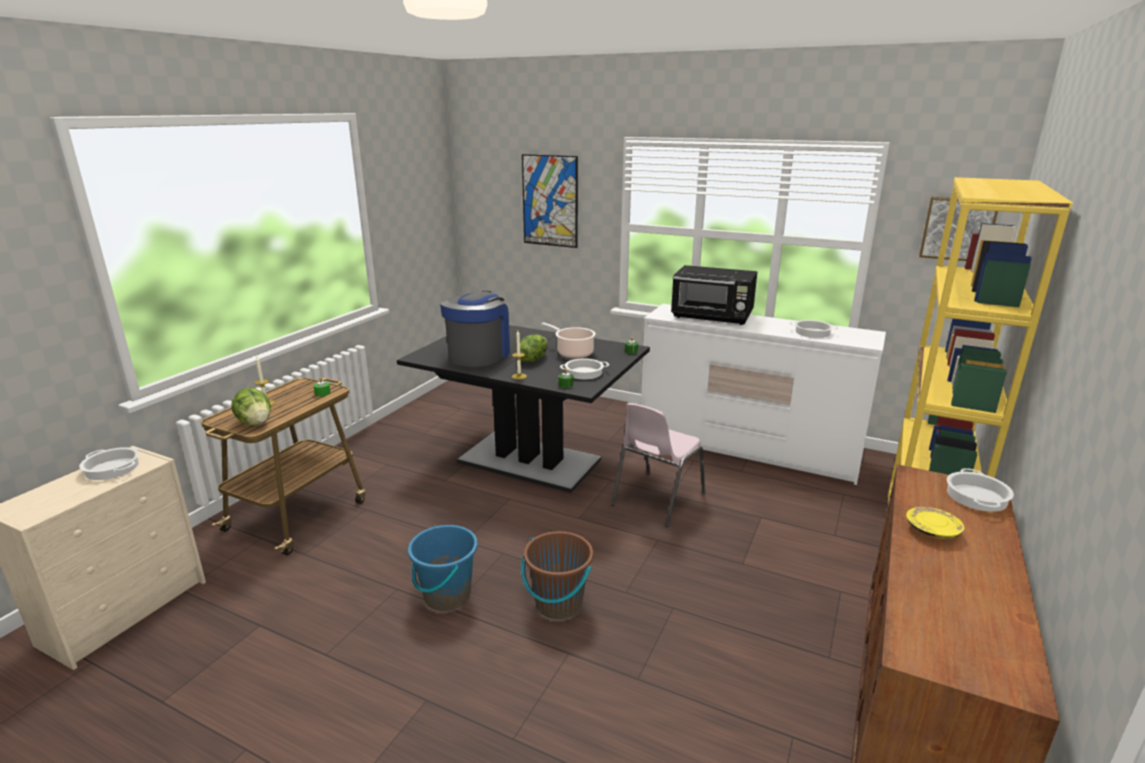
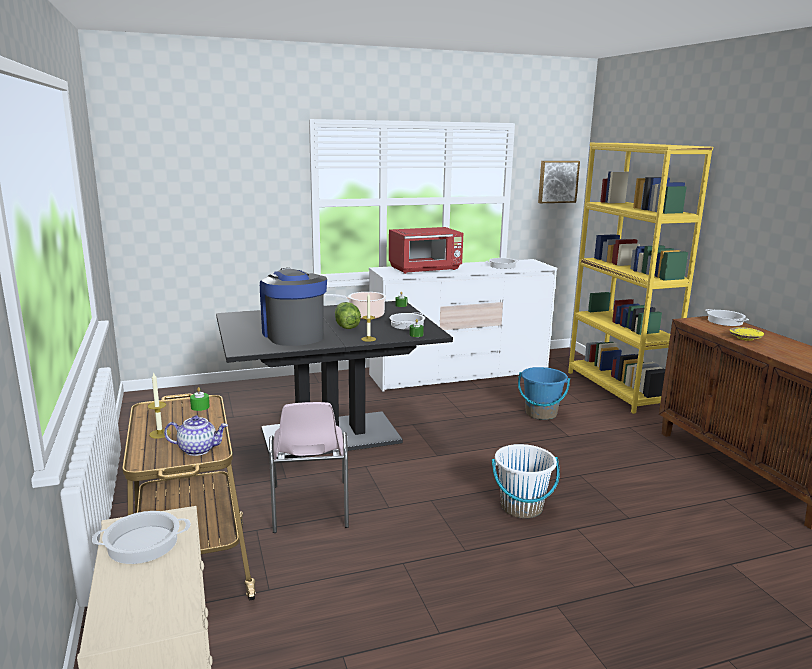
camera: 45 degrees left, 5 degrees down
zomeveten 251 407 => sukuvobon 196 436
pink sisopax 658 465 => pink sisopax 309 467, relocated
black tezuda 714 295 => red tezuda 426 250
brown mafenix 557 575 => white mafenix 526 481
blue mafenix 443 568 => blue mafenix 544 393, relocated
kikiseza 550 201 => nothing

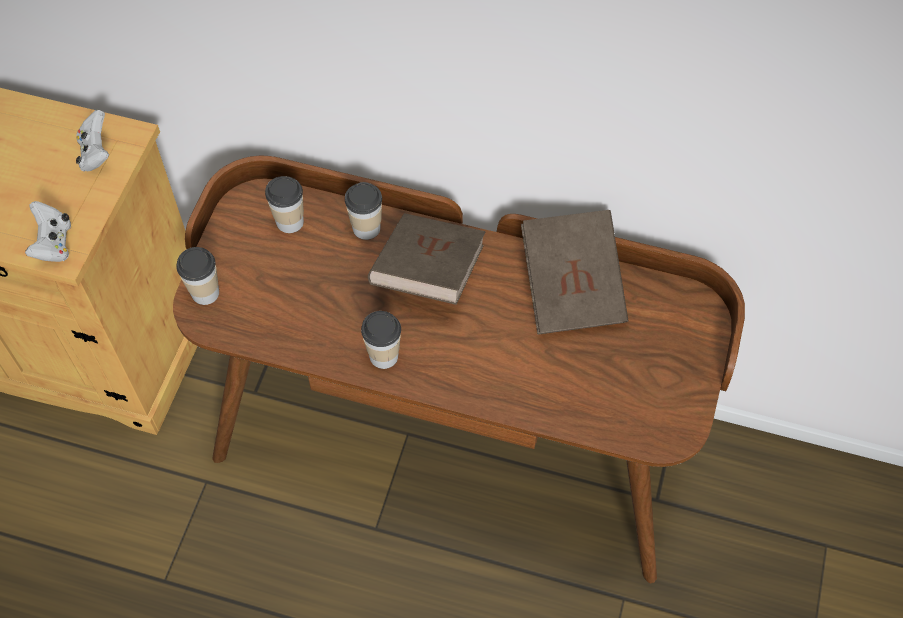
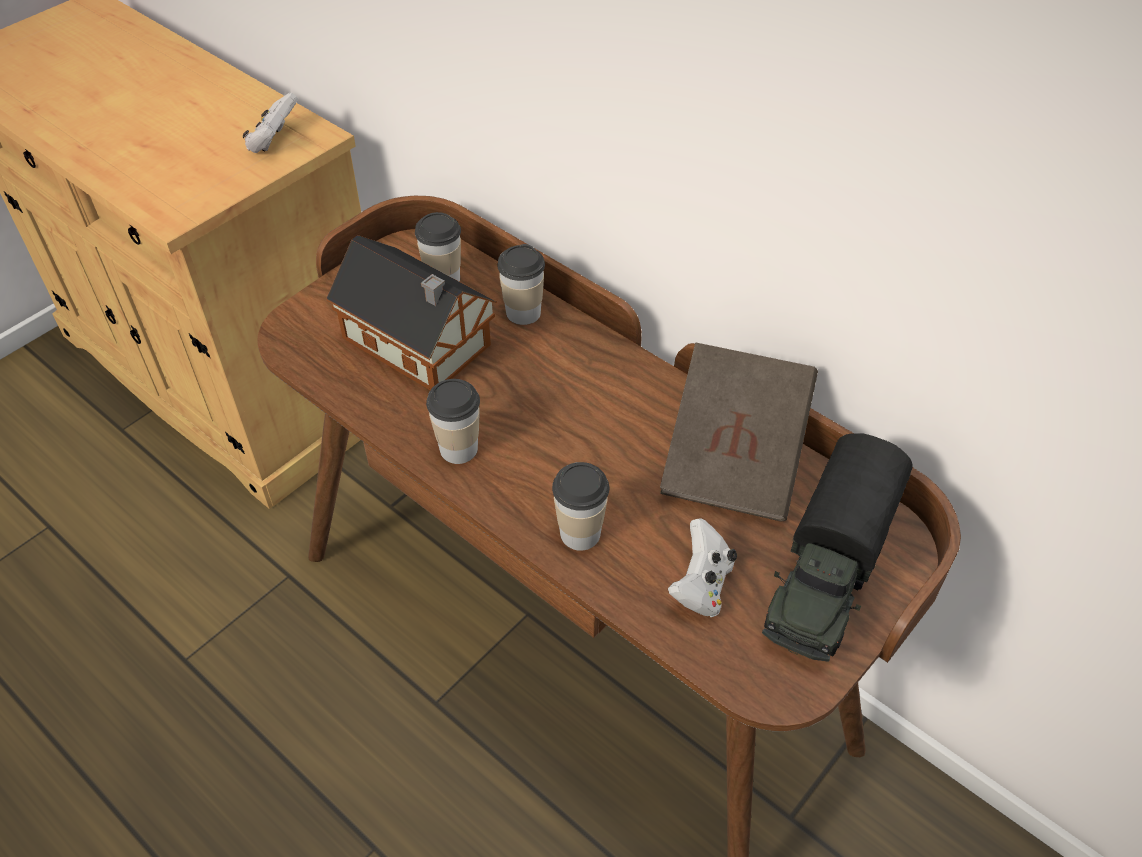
camera: 25 degrees right, 10 degrees down
nothing => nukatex 411 312
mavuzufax 197 276 => mavuzufax 580 506, relocated
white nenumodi 48 231 => white nenumodi 702 568, relocated
nothing => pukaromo 837 547
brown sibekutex 426 259 => nothing

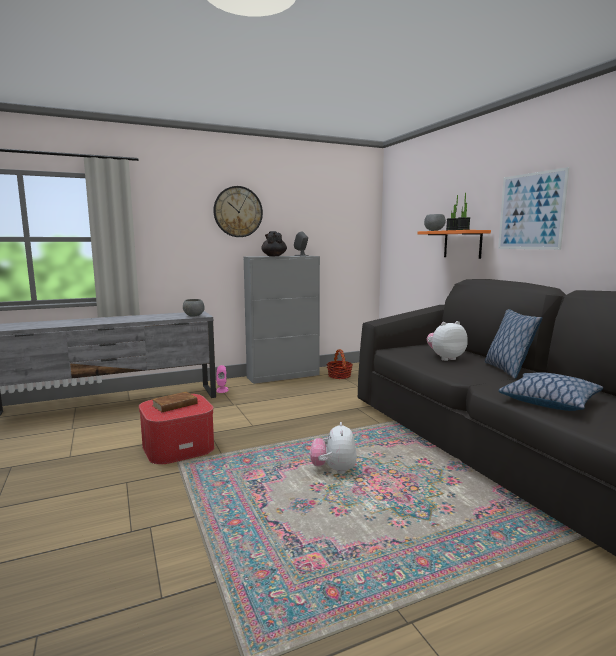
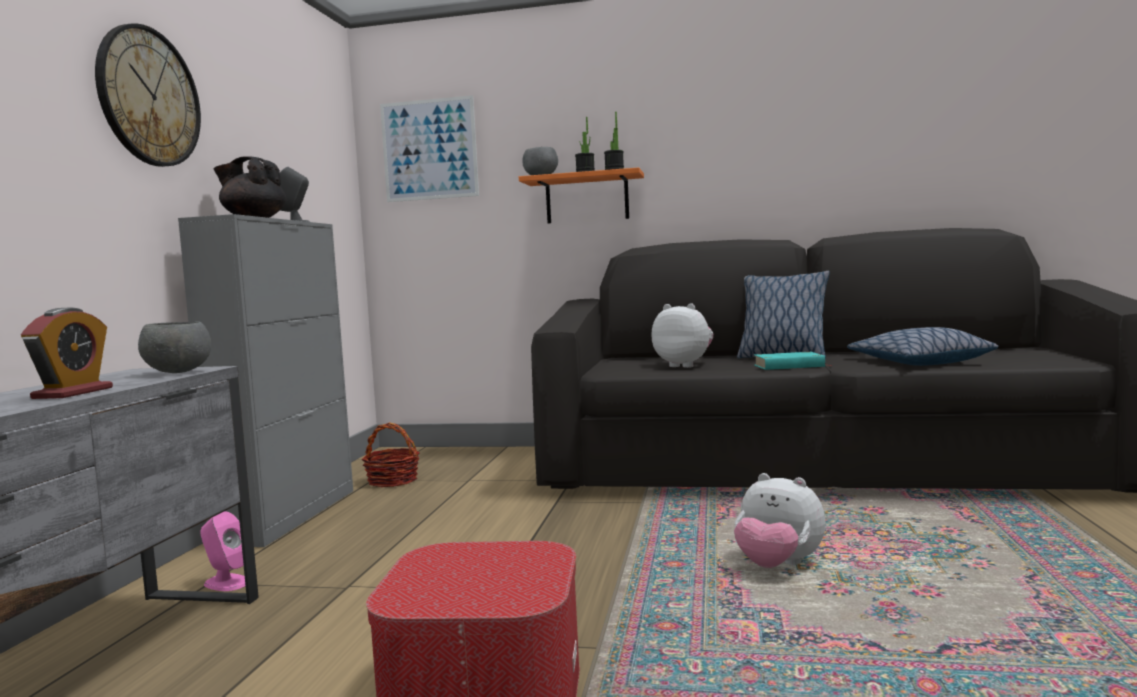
camera: 55 degrees left, 5 degrees down
nothing => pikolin 67 353
kikiseza 533 208 => kikiseza 429 148, relocated
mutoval 447 341 => mutoval 682 335, 105 degrees clockwise
nothing => turquoise sibekutex 790 361
brown sibekutex 176 401 => nothing

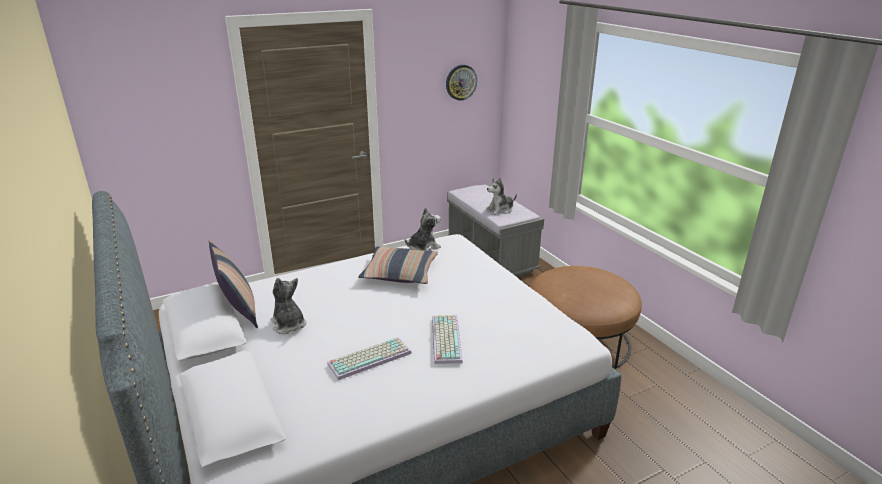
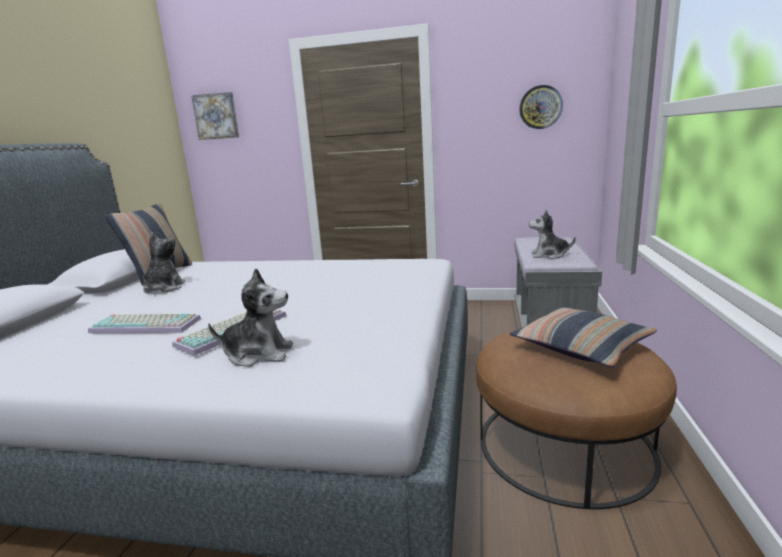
camera: 40 degrees right, 10 degrees down
nothing => kikiseza 215 116
mutoval 423 229 => mutoval 250 317, relocated
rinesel 398 265 => rinesel 583 336, relocated

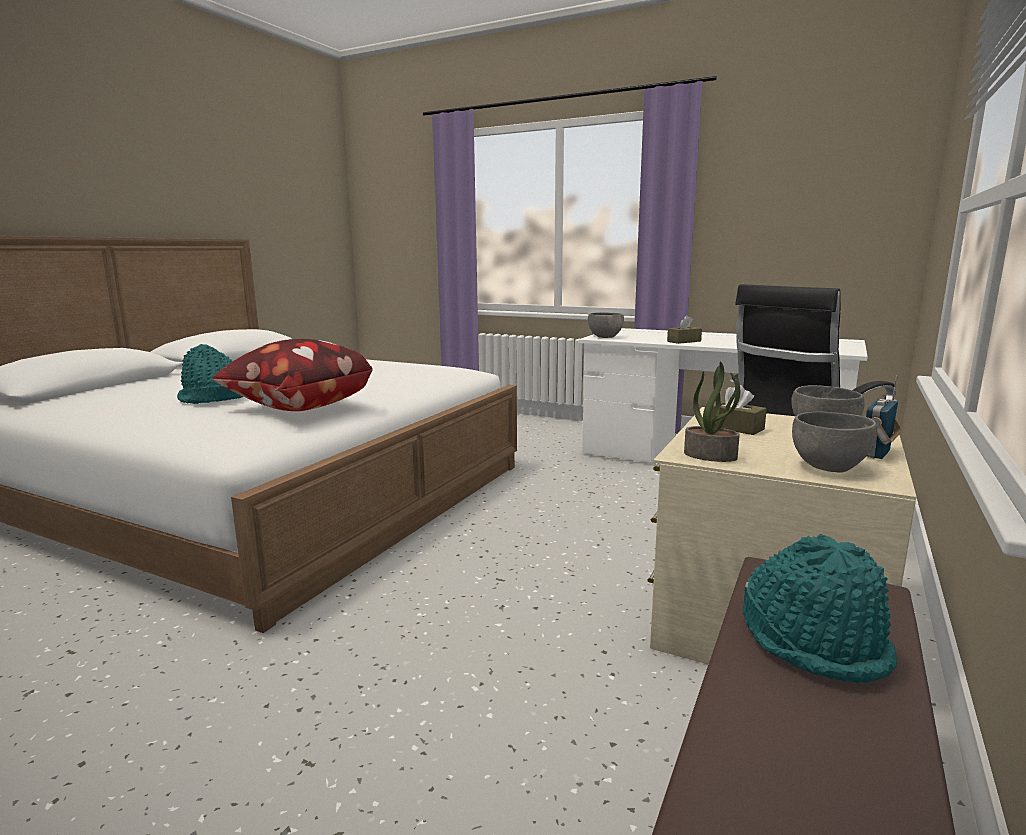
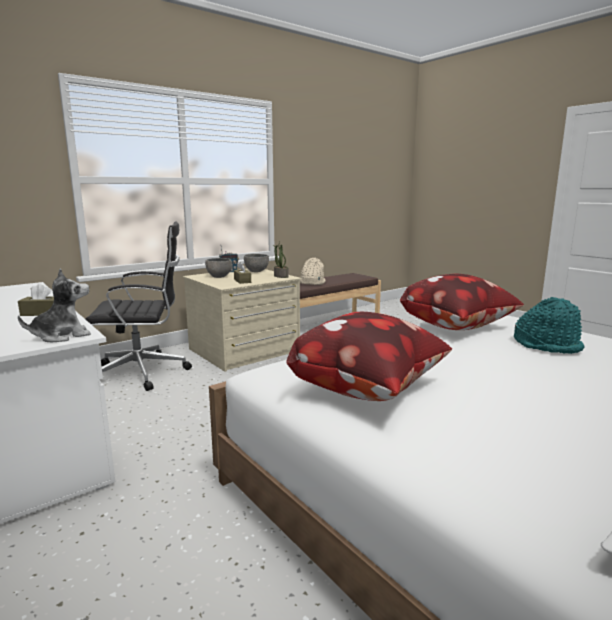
camera: 155 degrees left, 0 degrees up
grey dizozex 606 325 => mutoval 54 305
nothing => rinesel 369 356
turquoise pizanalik 820 608 => beige pizanalik 313 271

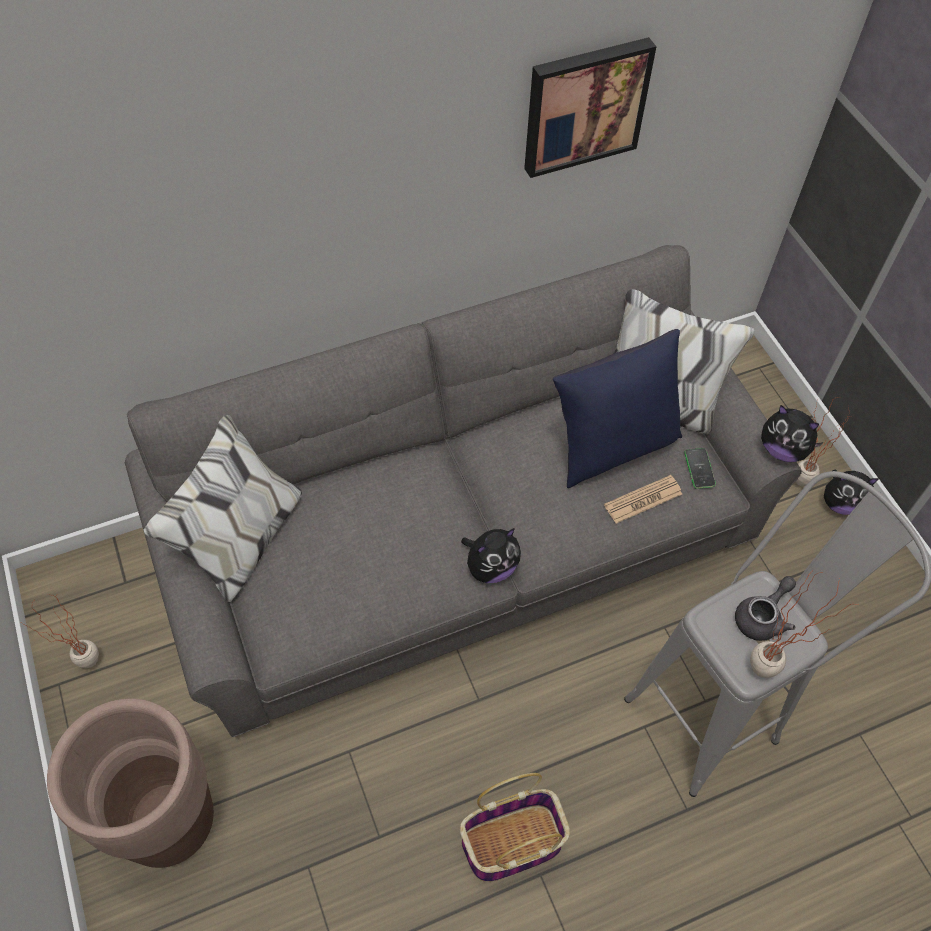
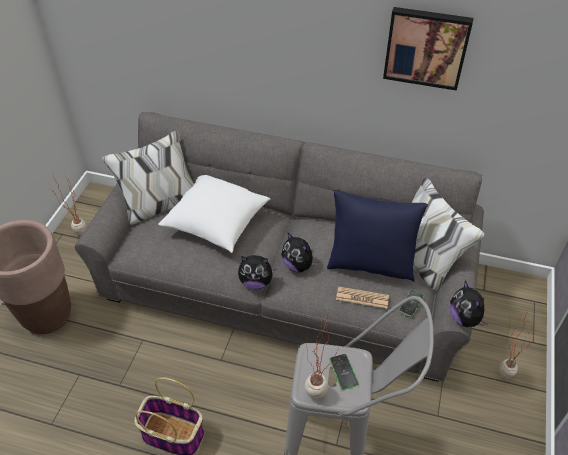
camera: 40 degrees right, 10 degrees down
nothing => white rinesel 214 214
mutoval 851 492 => mutoval 299 252, relocated
grey sukuvobon 765 608 => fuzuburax 344 372

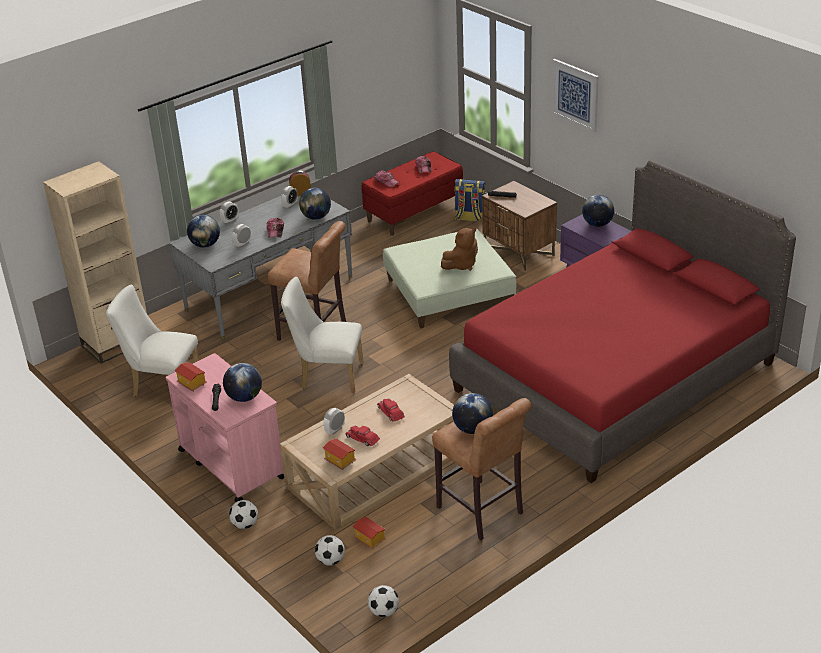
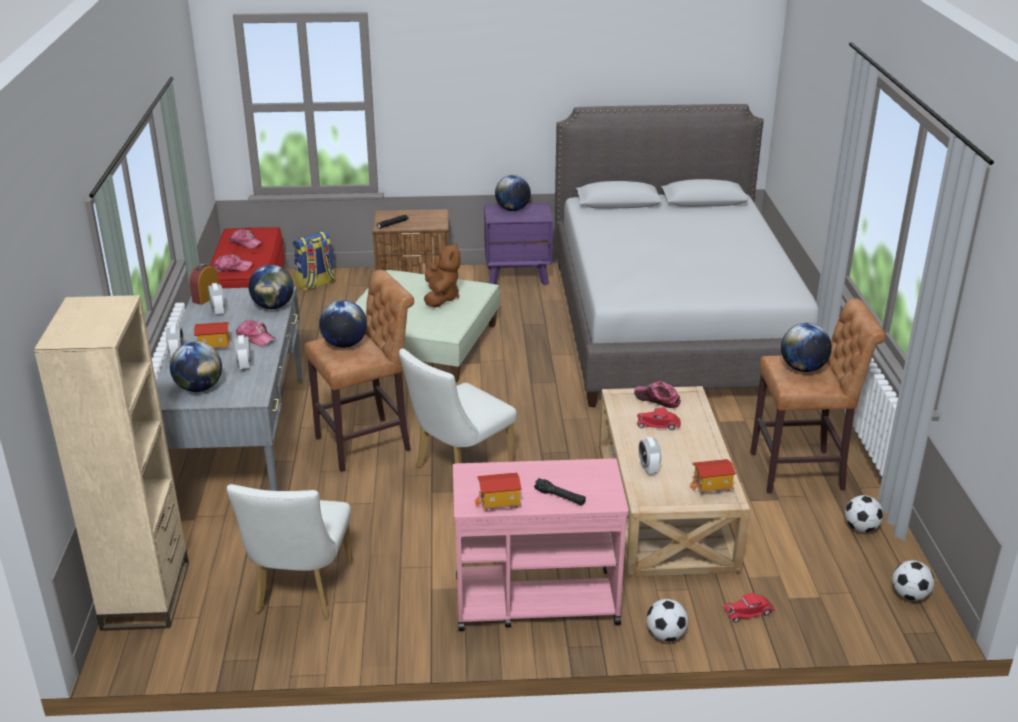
camera: 55 degrees left, 5 degrees down
nukatex 369 533 => nukatex 212 335, relocated
white sisopax 152 340 => white sisopax 290 551, 45 degrees counterclockwise
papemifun 242 382 => papemifun 343 324, relocated
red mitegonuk 622 321 => grey mitegonuk 687 255
nothing => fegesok 657 394
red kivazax 362 436 => red kivazax 749 607, relocated
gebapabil 330 550 => gebapabil 864 513, relocated
kikiseza 575 96 => nothing

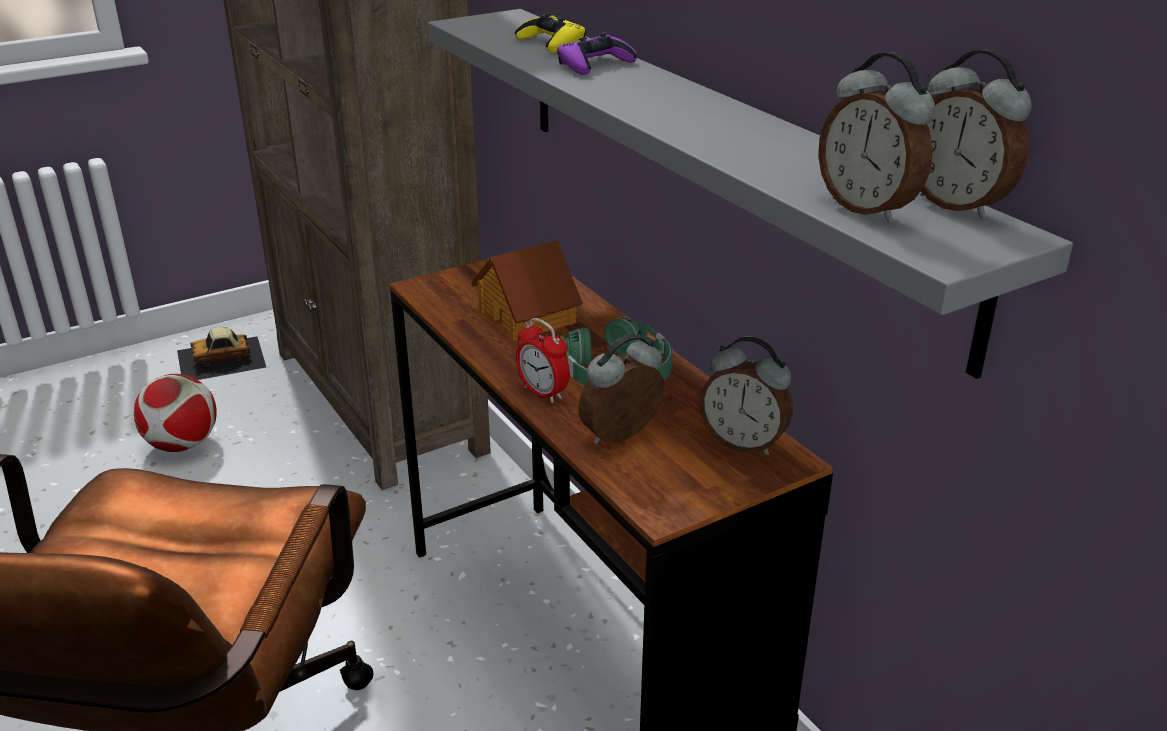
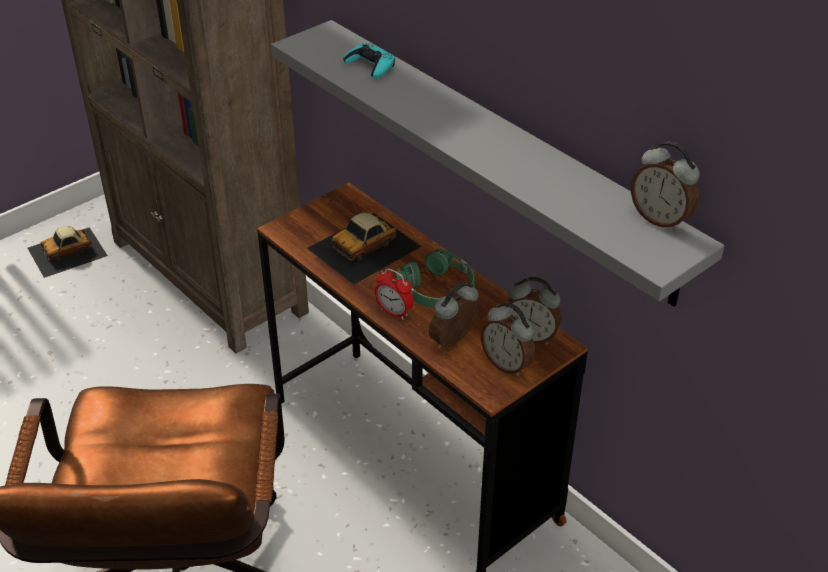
camera: 10 degrees left, 10 degrees up
nukatex 527 290 => kivazax 364 248
yellow nenumodi 550 32 => turquoise nenumodi 369 61
pikolin 876 137 => pikolin 508 339, relocated
gebapabil 175 413 => nothing
purple nenumodi 597 53 => nothing

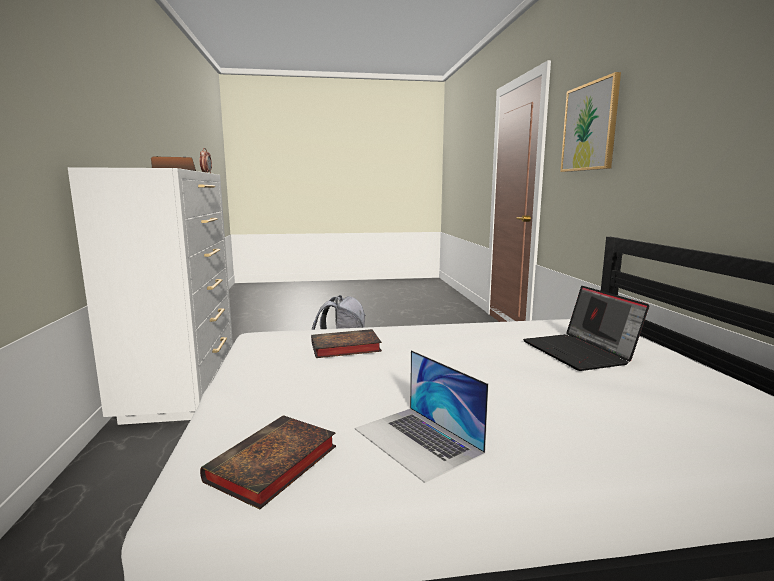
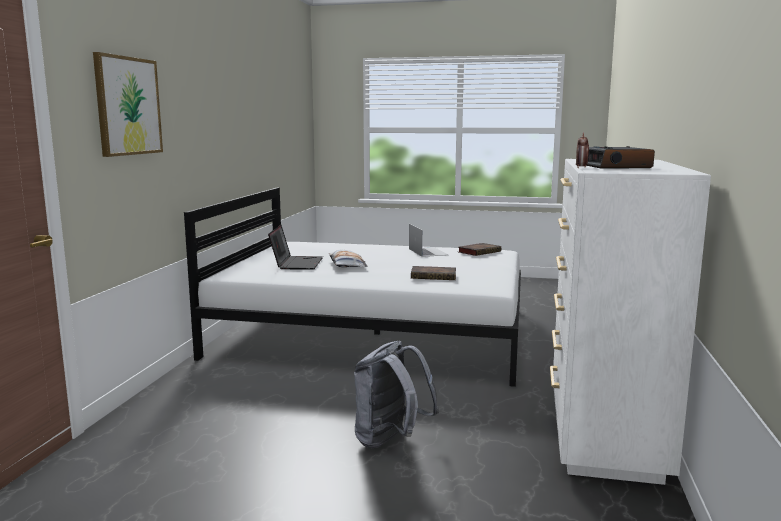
camera: 160 degrees left, 0 degrees up
nothing => rinesel 348 258

